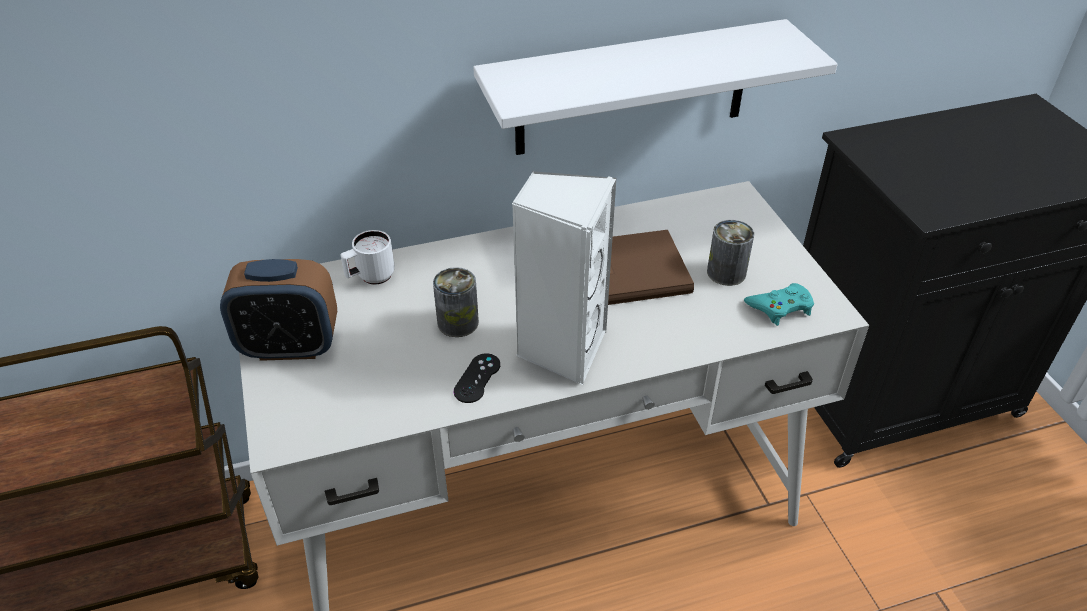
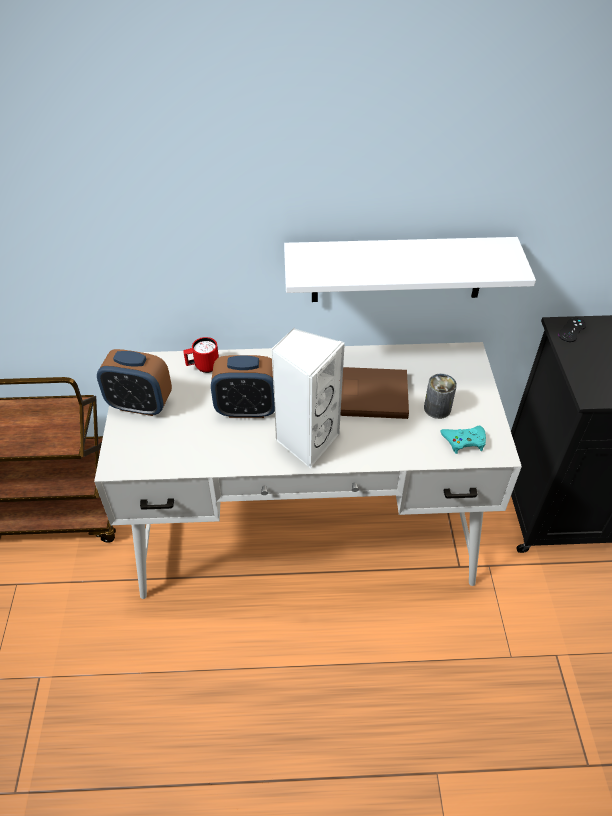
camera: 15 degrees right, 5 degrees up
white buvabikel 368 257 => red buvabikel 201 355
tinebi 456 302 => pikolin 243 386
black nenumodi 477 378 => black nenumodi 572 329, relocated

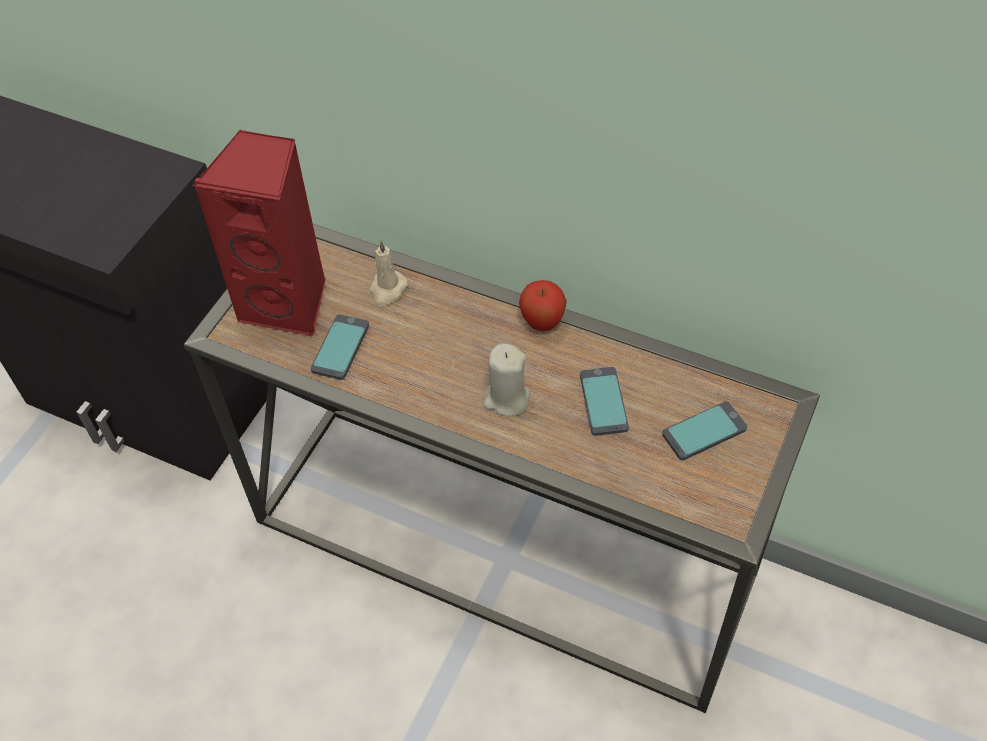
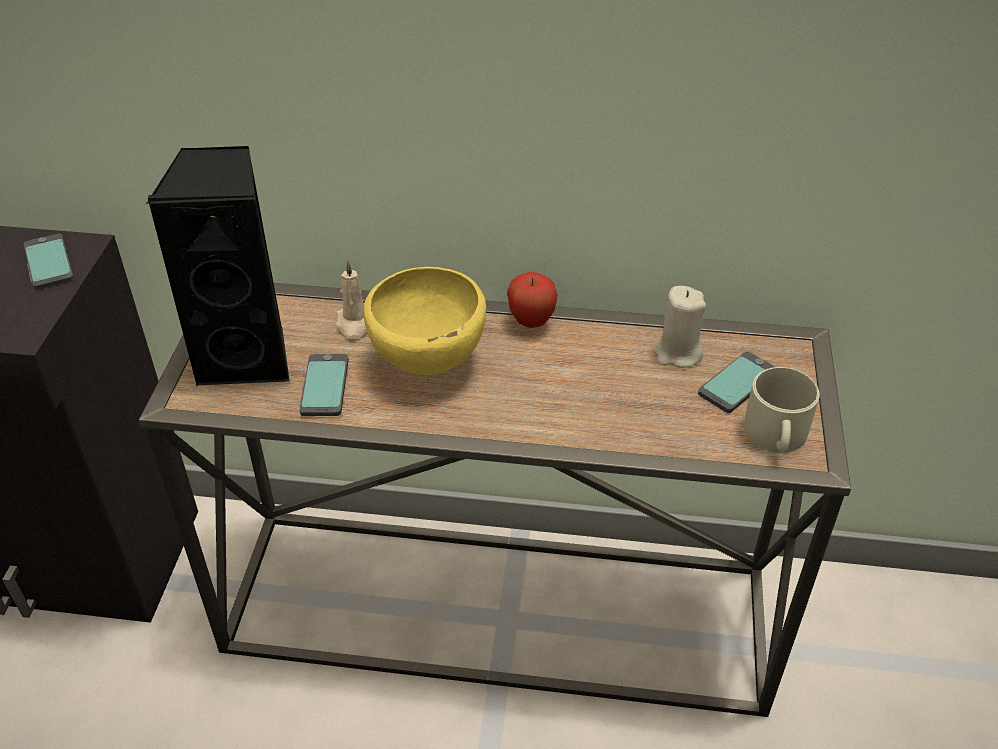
camera: 20 degrees left, 10 degrees down
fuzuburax 604 401 => fuzuburax 48 261, relocated
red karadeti 259 232 => black karadeti 218 266
nothing => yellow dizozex 424 321
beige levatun 507 379 => beige levatun 679 327, relocated
nothing => beige buvabikel 782 410

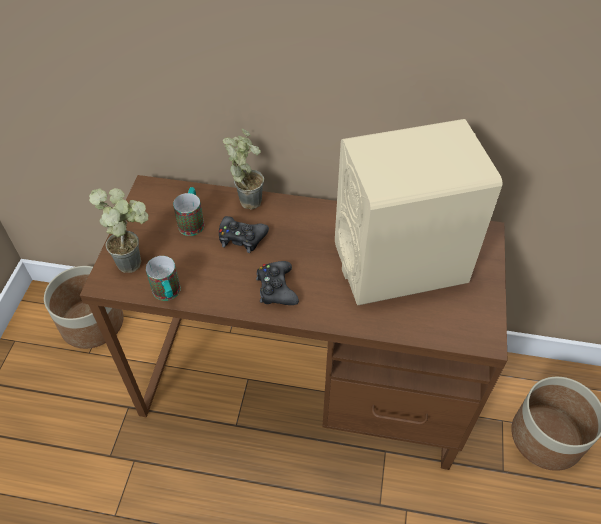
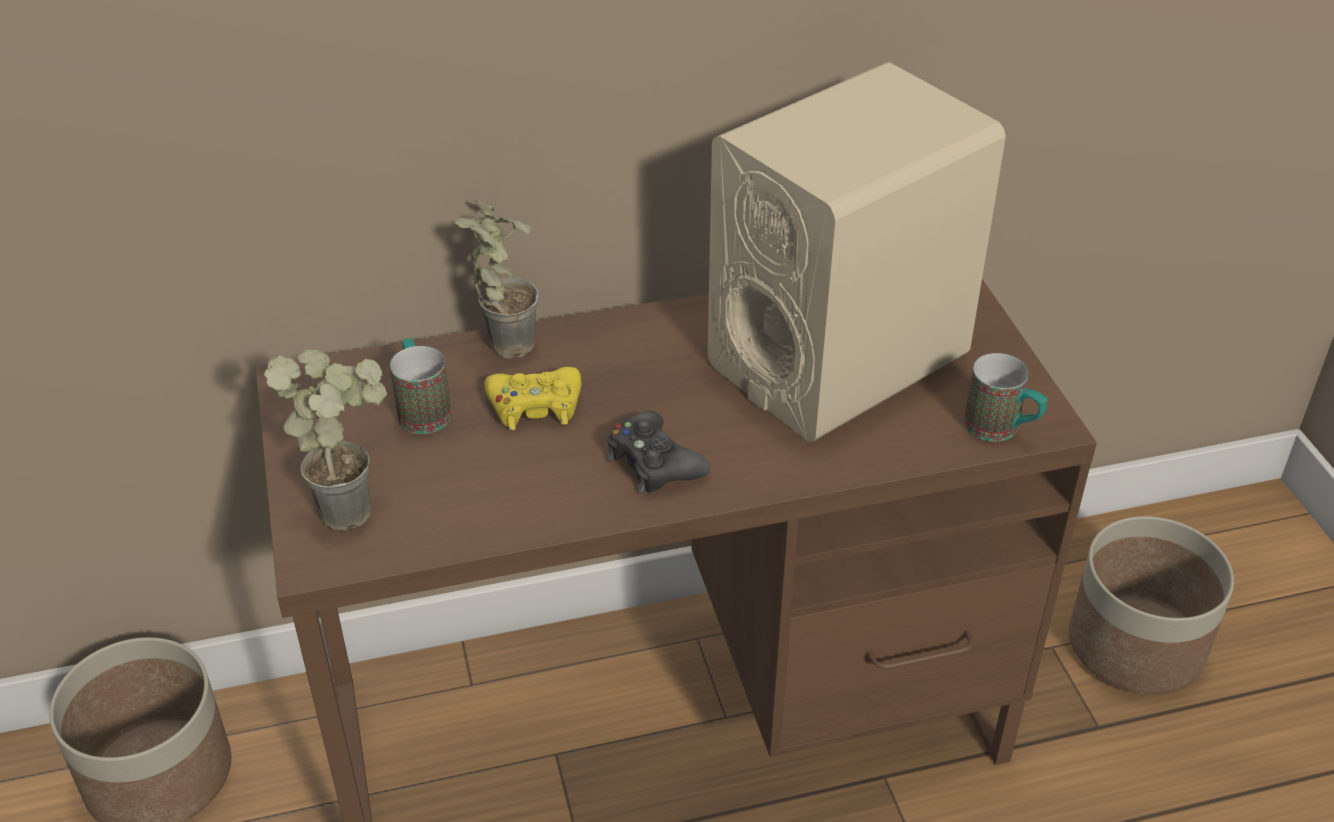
camera: 25 degrees left, 10 degrees down
black nenumodi 244 234 => yellow nenumodi 532 398
buvabikel 163 278 => buvabikel 1006 397, relocated

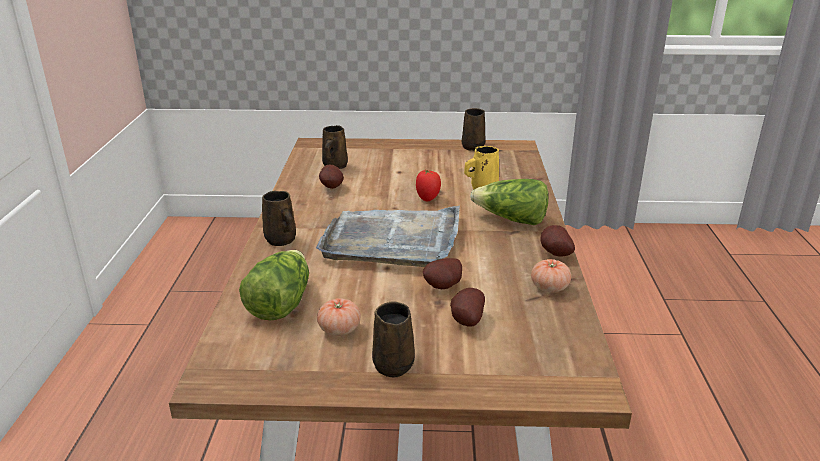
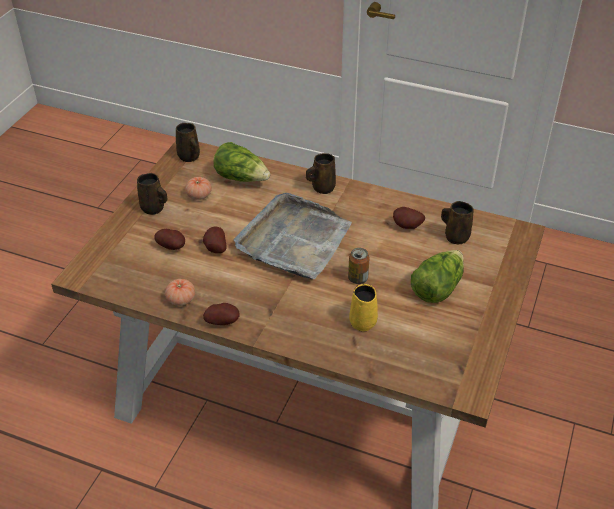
camera: 110 degrees right, 15 degrees up
brown buvabikel 473 129 => brown buvabikel 188 142, relocated
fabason 428 185 => tinebi 359 266
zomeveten 509 202 => zomeveten 437 276, relocated

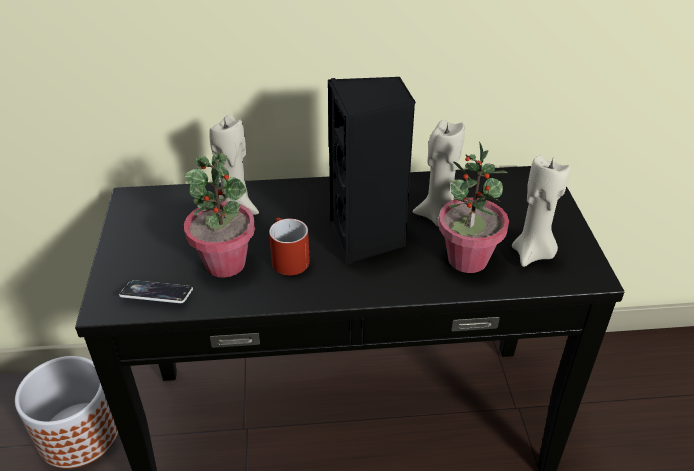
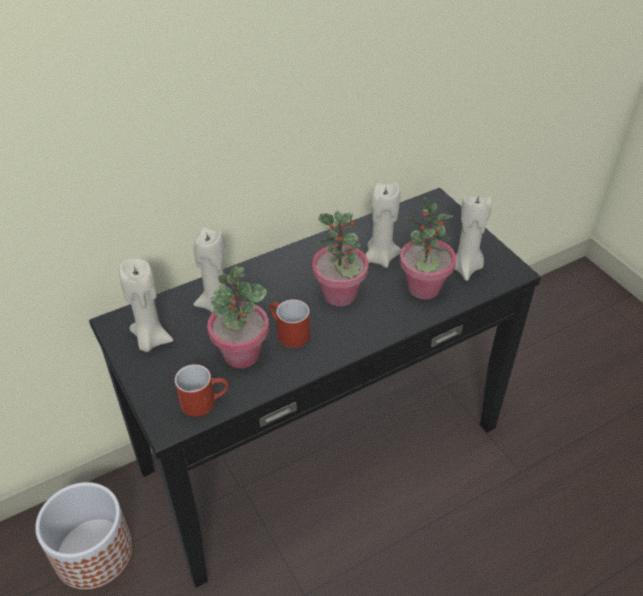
camera: 25 degrees left, 5 degrees up
nothing => beige levatun 146 305
fuzuburax 156 291 => red buvabikel 202 390
black karadeti 372 170 => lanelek 340 258

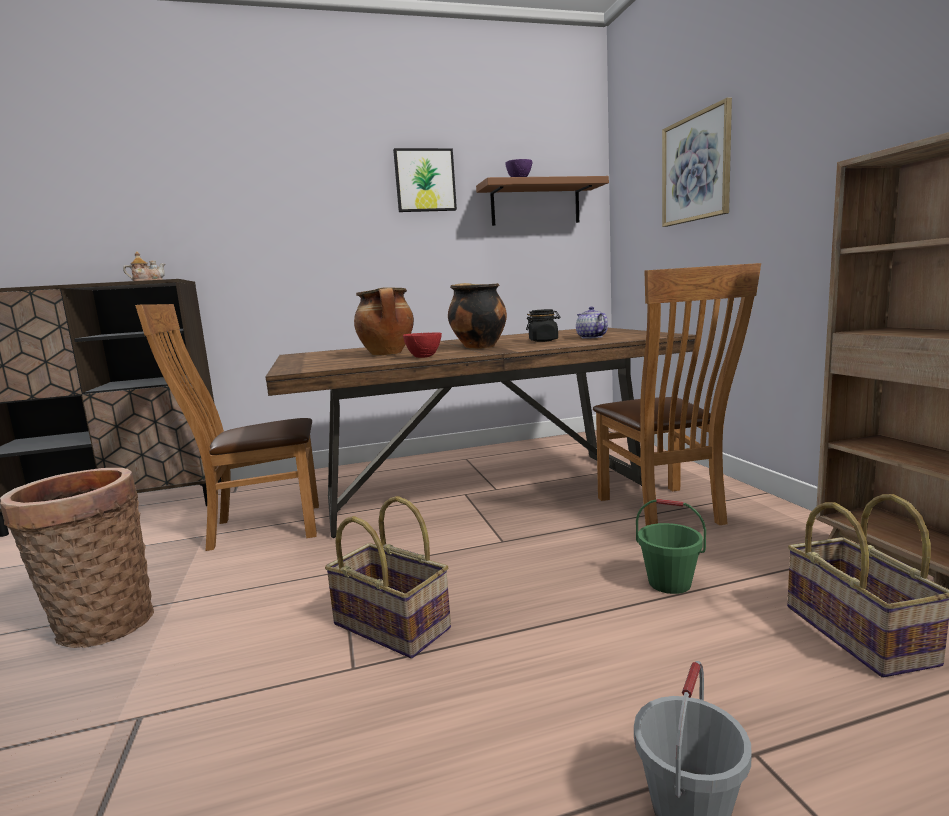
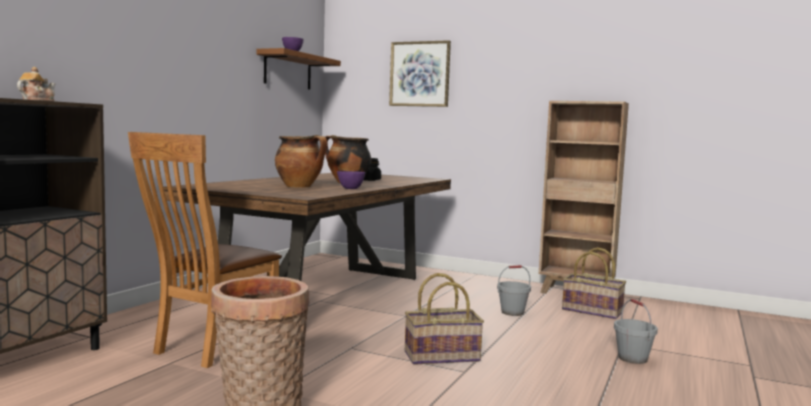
camera: 50 degrees left, 5 degrees down
red dizozex 422 345 => purple dizozex 351 180
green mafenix 671 546 => grey mafenix 514 290
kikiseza 425 180 => nothing
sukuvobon 592 323 => nothing
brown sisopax 677 394 => nothing

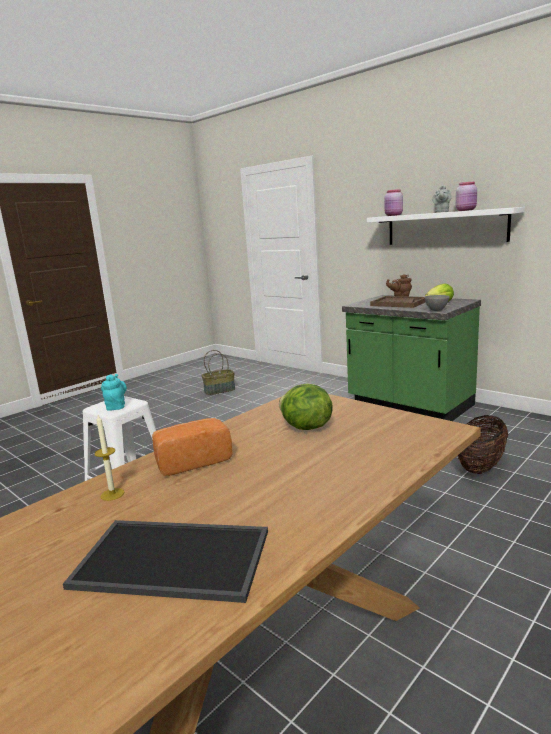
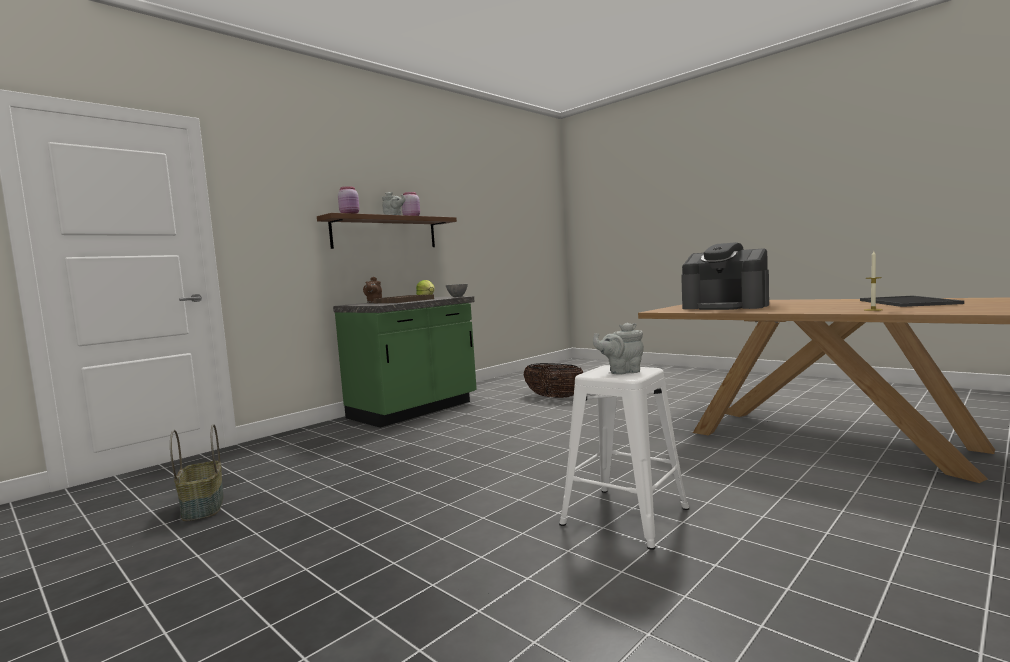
camera: 90 degrees left, 10 degrees down
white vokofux 446 226 => brown vokofux 387 231
turquoise sukuvobon 114 392 => grey sukuvobon 618 349
zomeveten 306 407 => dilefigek 725 276
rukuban 192 447 => nothing

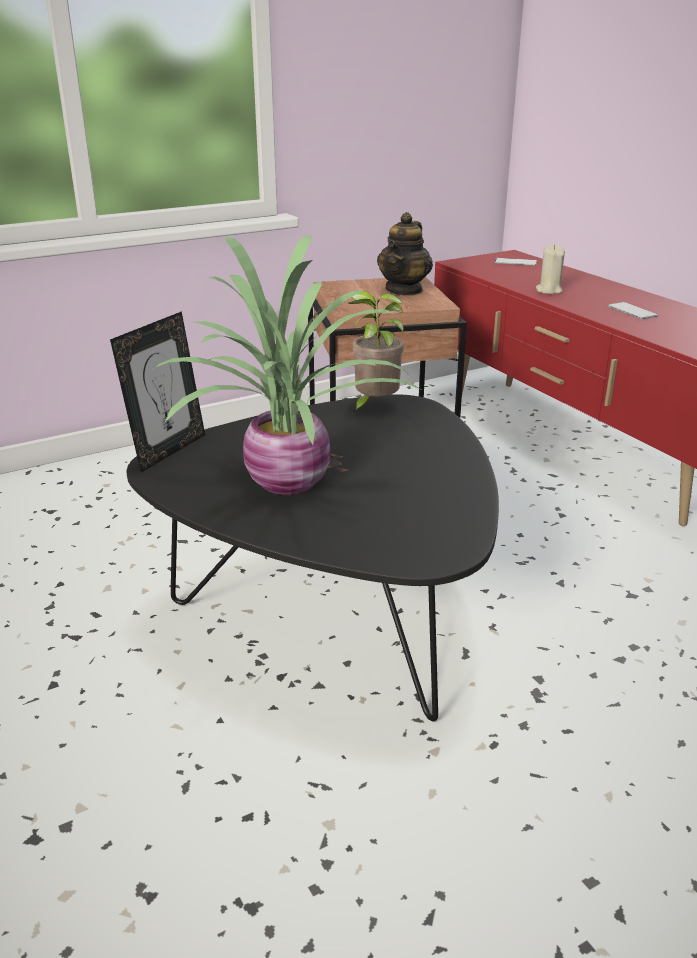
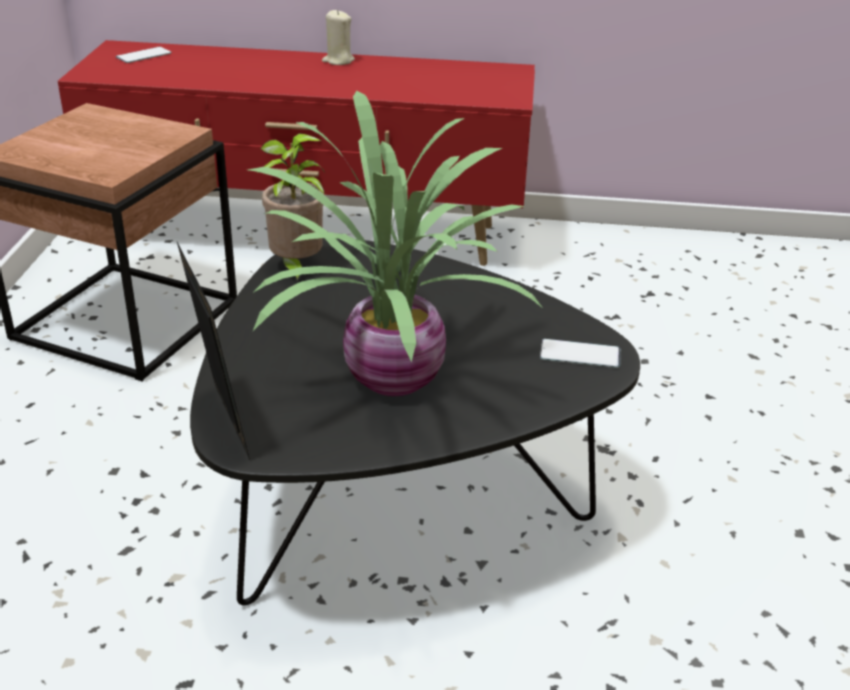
camera: 55 degrees left, 5 degrees up
beige levatun 550 269 => beige levatun 338 37, relocated
fuzuburax 633 310 => fuzuburax 580 353, relocated
sukuvobon 405 254 => nothing

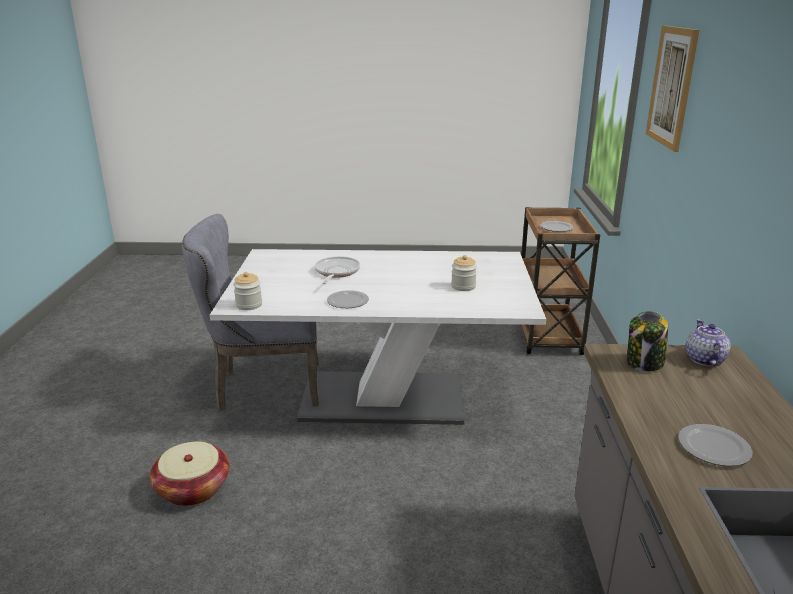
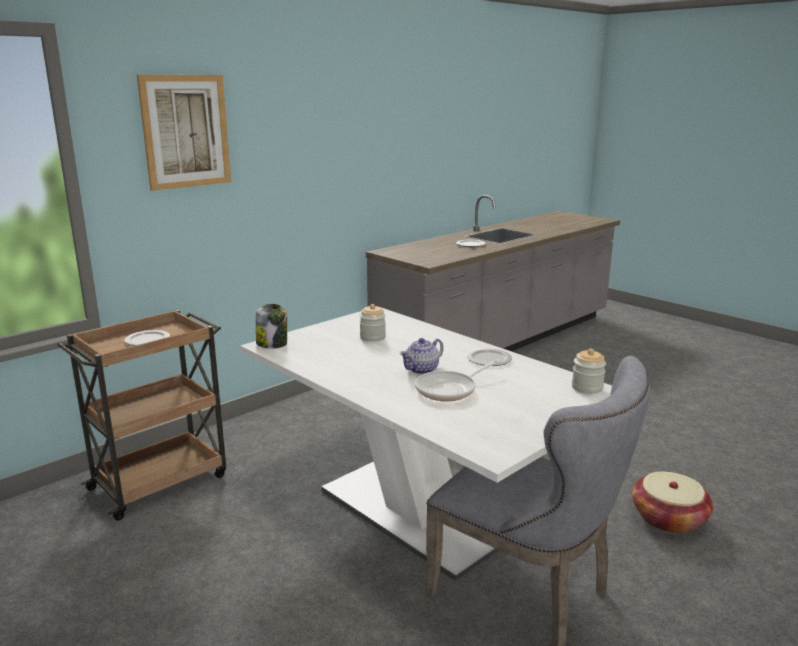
camera: 135 degrees left, 5 degrees down
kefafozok 647 341 => kefafozok 271 326, relocated
sukuvobon 708 342 => sukuvobon 421 356, relocated

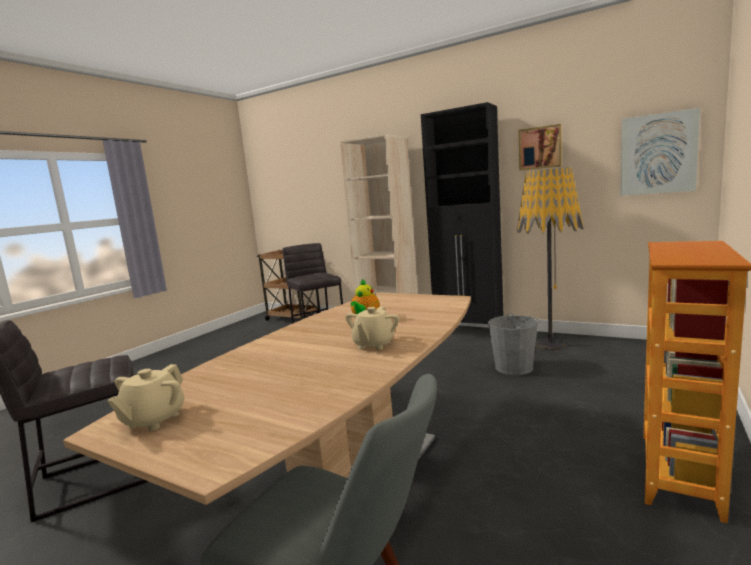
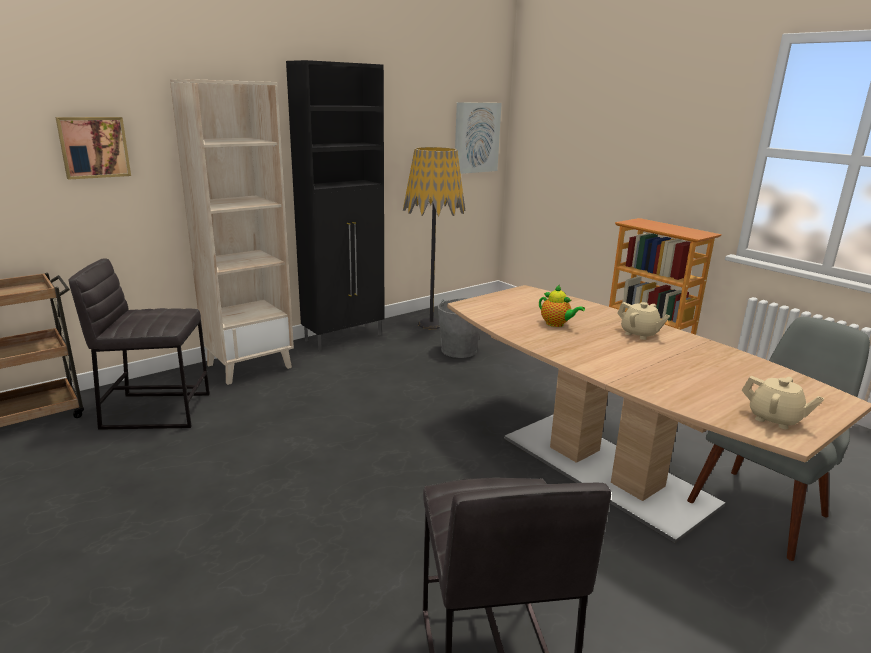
camera: 70 degrees left, 10 degrees up
kikiseza 540 147 => kikiseza 93 148, relocated

